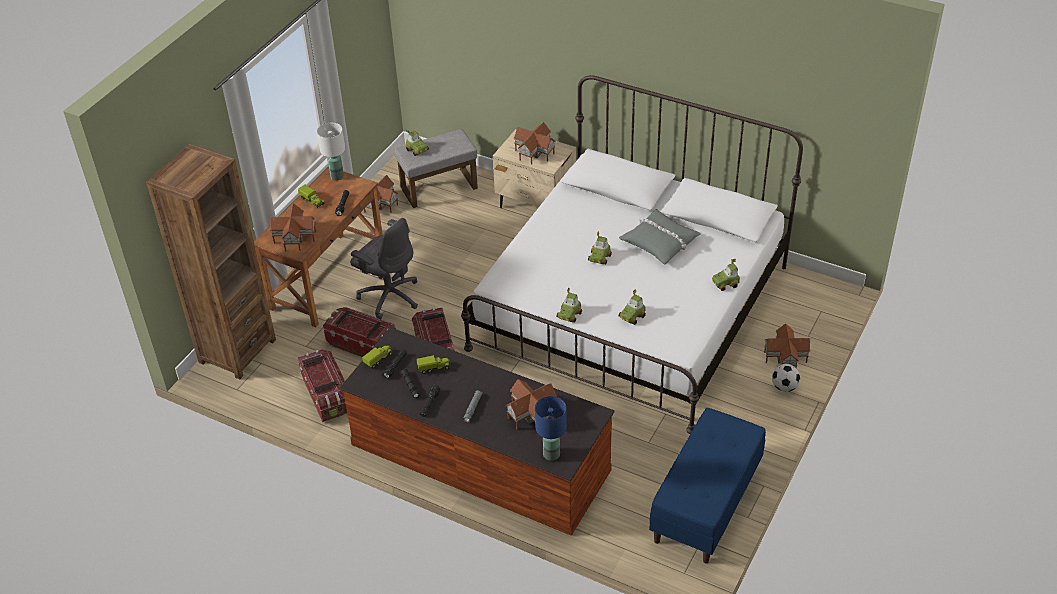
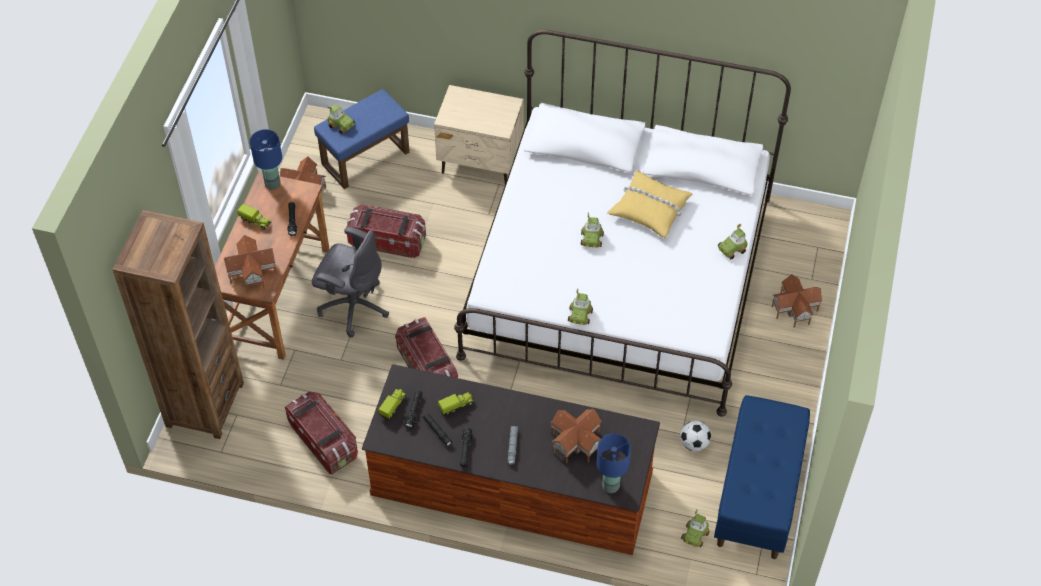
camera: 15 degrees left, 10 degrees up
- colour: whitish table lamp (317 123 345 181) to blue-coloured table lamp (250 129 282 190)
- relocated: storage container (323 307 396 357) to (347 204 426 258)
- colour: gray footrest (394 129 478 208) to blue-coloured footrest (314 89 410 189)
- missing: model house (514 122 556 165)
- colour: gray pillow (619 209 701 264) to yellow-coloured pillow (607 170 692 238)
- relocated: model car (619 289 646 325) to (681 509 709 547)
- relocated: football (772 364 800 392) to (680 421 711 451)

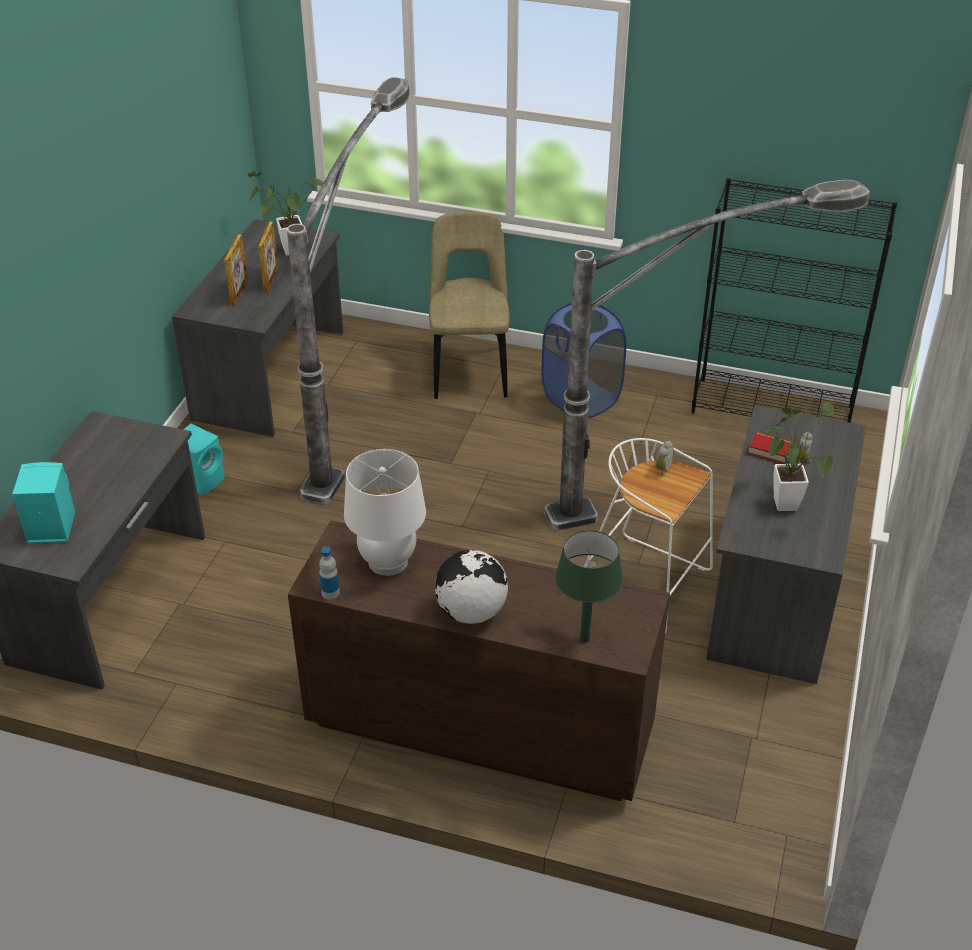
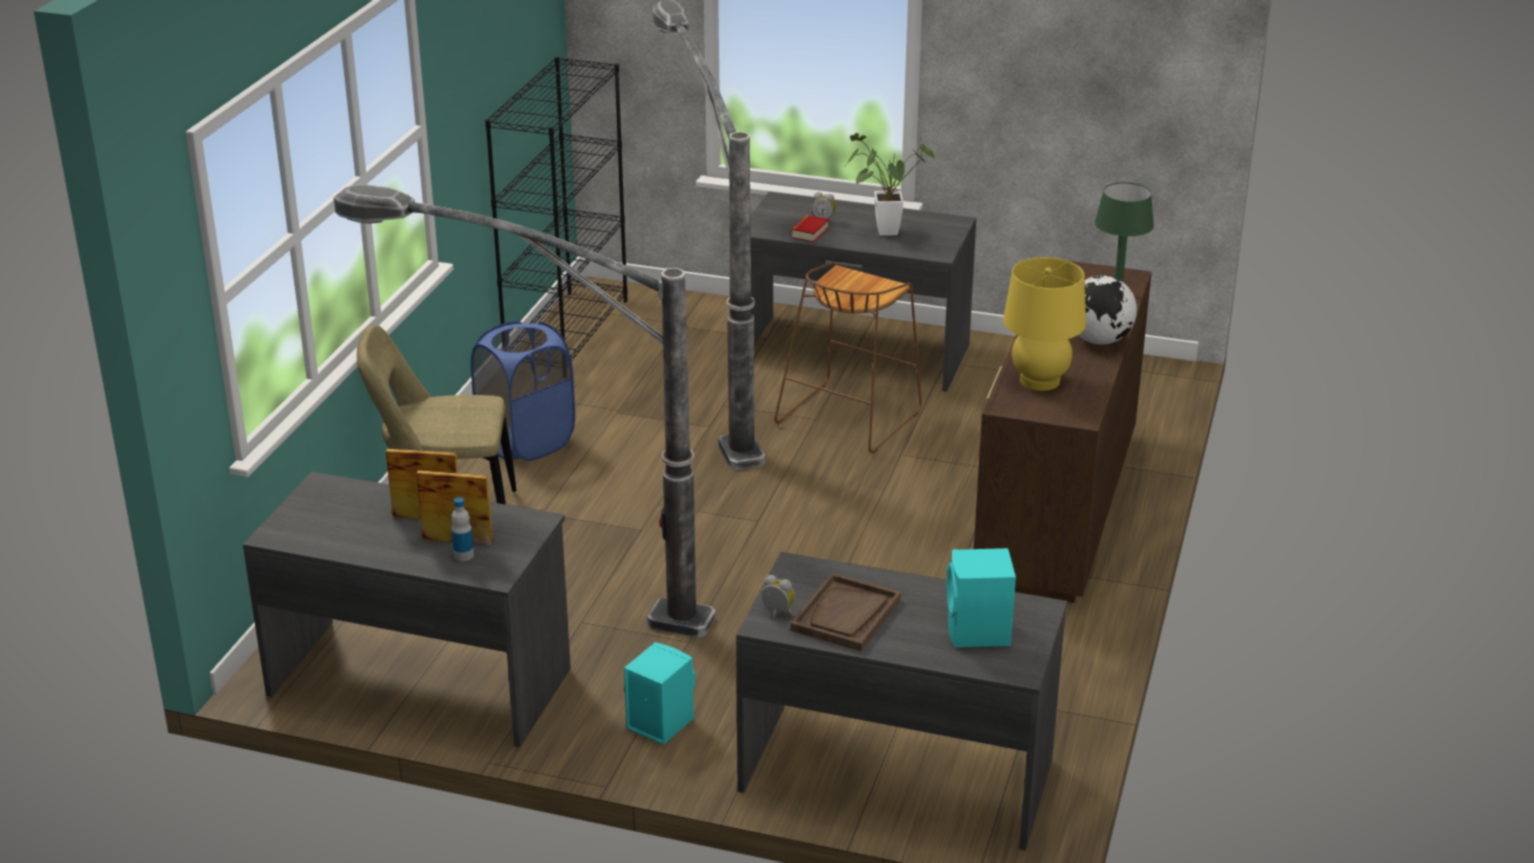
camera: 90 degrees left, 10 degrees down
- missing: potted plant (248 171 323 255)
- relocated: bottle (319 547 340 600) to (451 497 474 561)
- colour: whitish table lamp (344 449 426 576) to yellow-coloured table lamp (1003 257 1086 391)
- colour: whitish stool (584 438 713 634) to brown-coloured stool (774 262 922 453)
- relocated: alarm clock (655 441 674 476) to (761 575 795 618)
- appeared: brown-coloured serving tray (790 573 901 651)

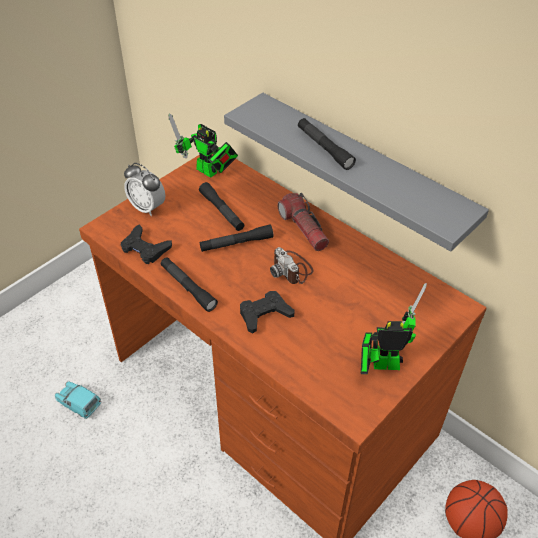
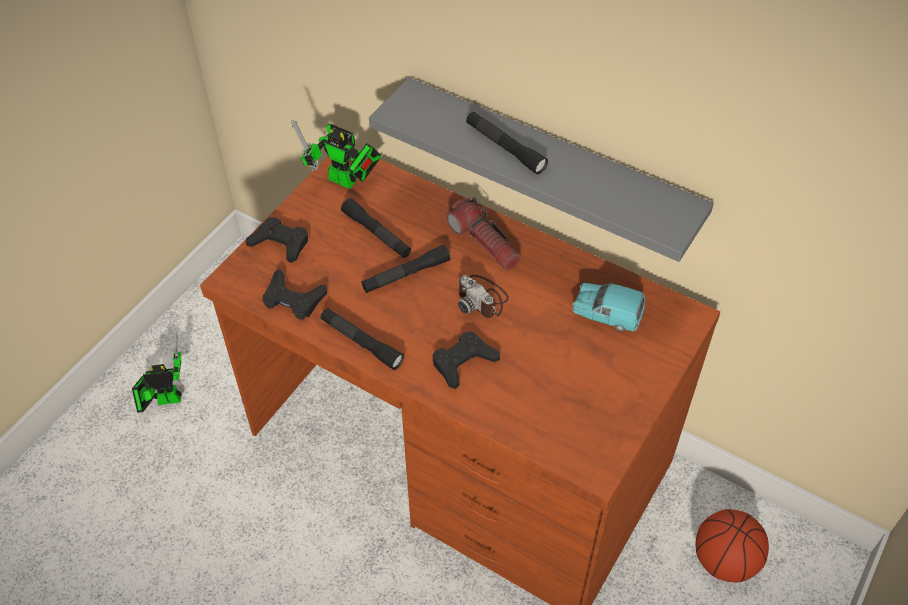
camera: 10 degrees left, 5 degrees up
- relocated: turquoise model car (55 381 101 419) to (573 283 646 332)
- exchanged: alarm clock (124 163 165 216) to black joypad (246 217 308 263)
- relocated: robot figure (361 283 427 375) to (132 330 182 413)

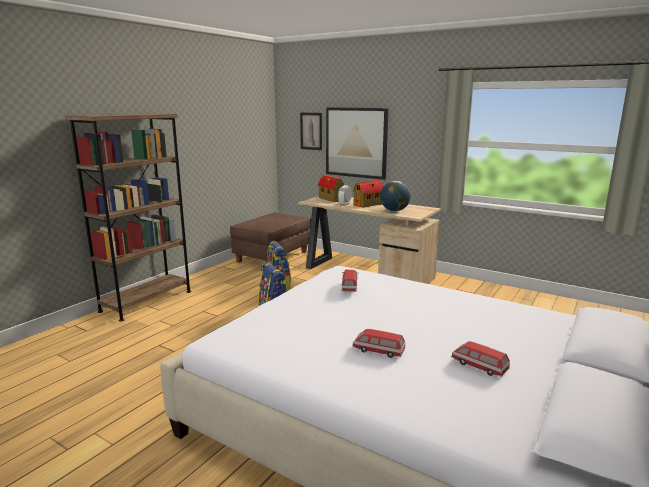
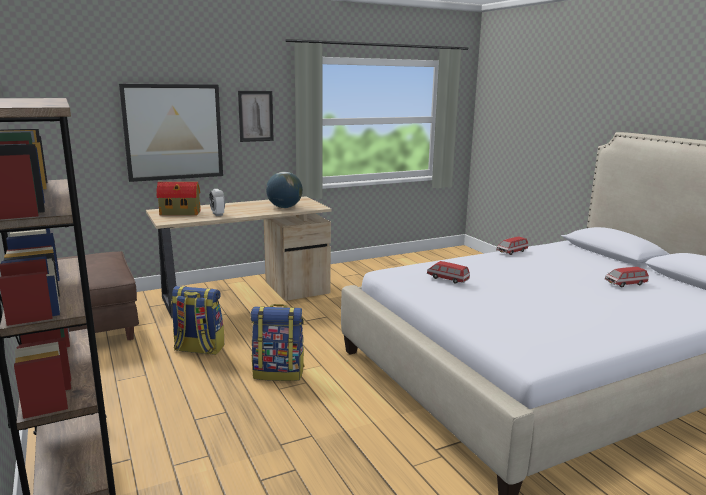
camera: 60 degrees left, 0 degrees up
- relocated: wall art (300 113 322 150) to (238 91 274 142)
- missing: model house (353 180 383 208)
- relocated: model car (353 329 405 358) to (496 236 528 255)

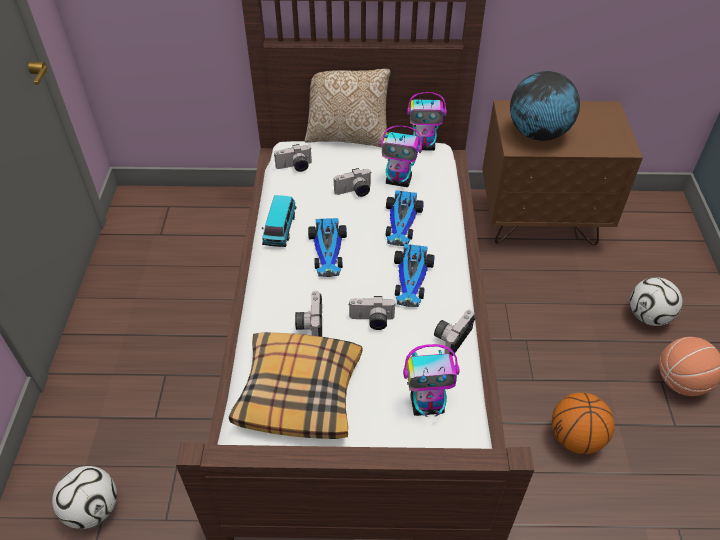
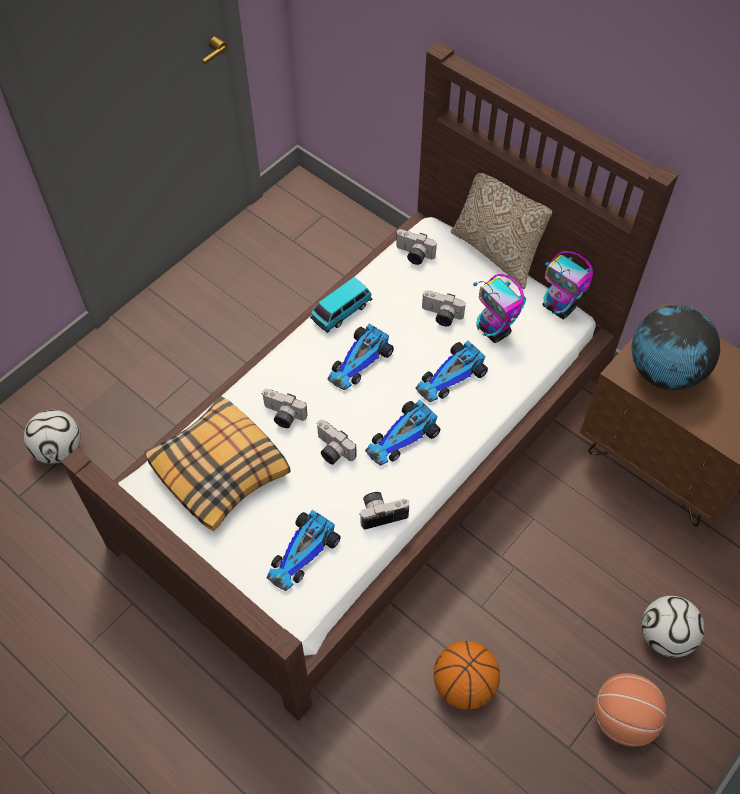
camera: 40 degrees right, 10 degrees up
- spun: still camera (295 291 322 337) = (261 389 307 428) 105 degrees counterclockwise
- exchanged: robot figure (403 344 460 417) to model car (266 510 340 591)

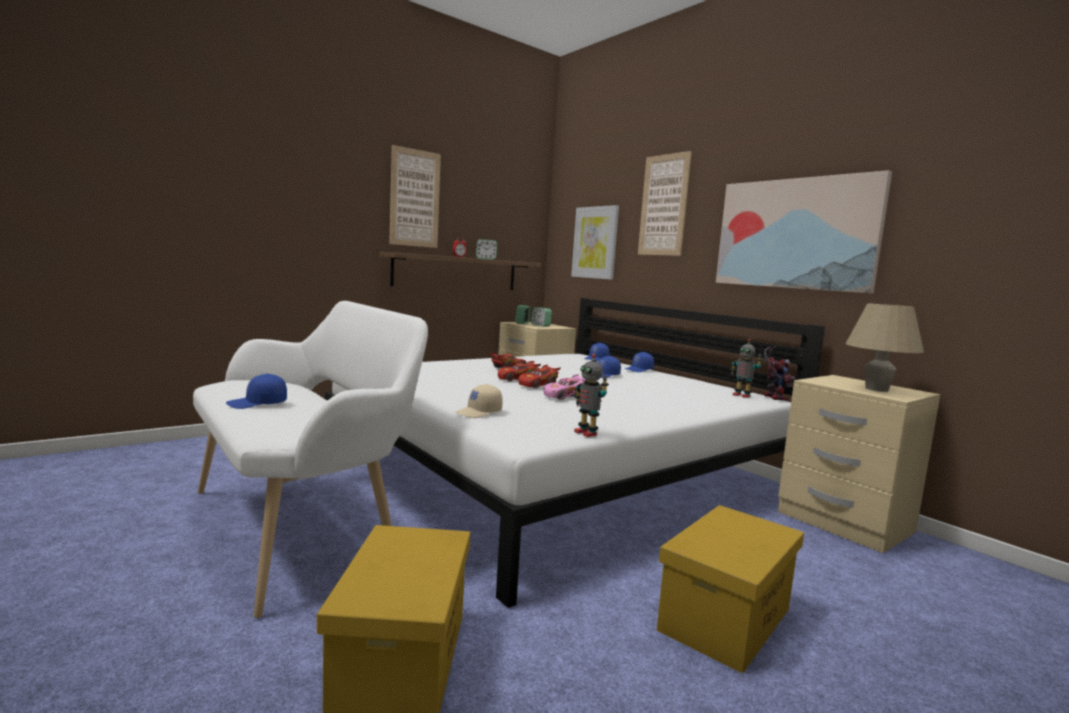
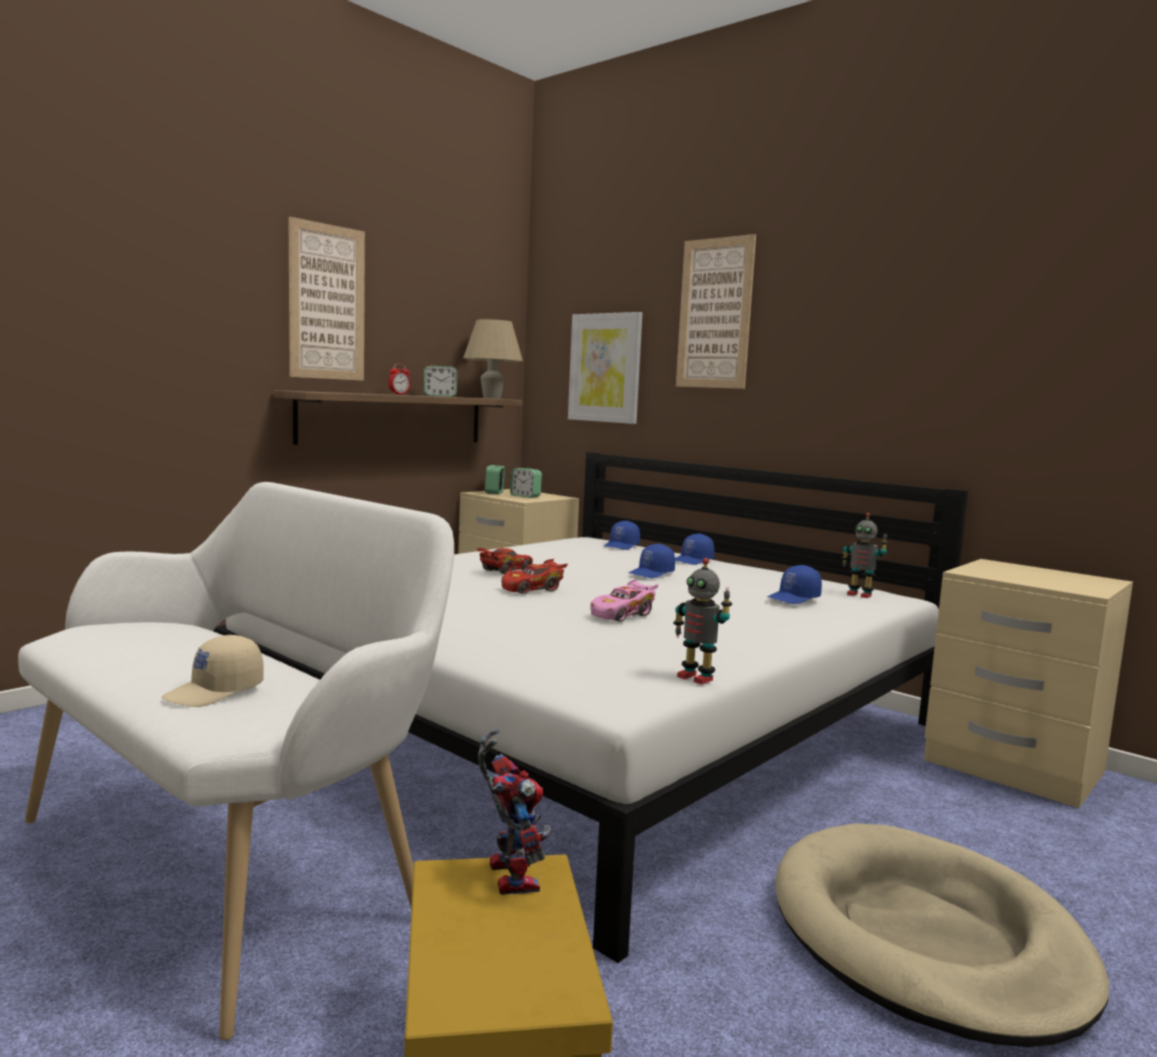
camera: 10 degrees left, 0 degrees up
- relocated: blue-coloured baseball cap (226 374 287 409) to (768 565 822 604)
- relocated: beige baseball cap (455 384 503 418) to (162 635 264 707)
- missing: red model car (519 365 561 388)
- exchanged: yellow-coloured storage container (657 505 804 673) to beige dog bed (775 823 1109 1047)
- missing: wall art (716 170 892 293)
- relocated: robot figure (764 346 795 401) to (478 729 552 895)
- relocated: beige table lamp (845 303 924 392) to (463 319 523 399)

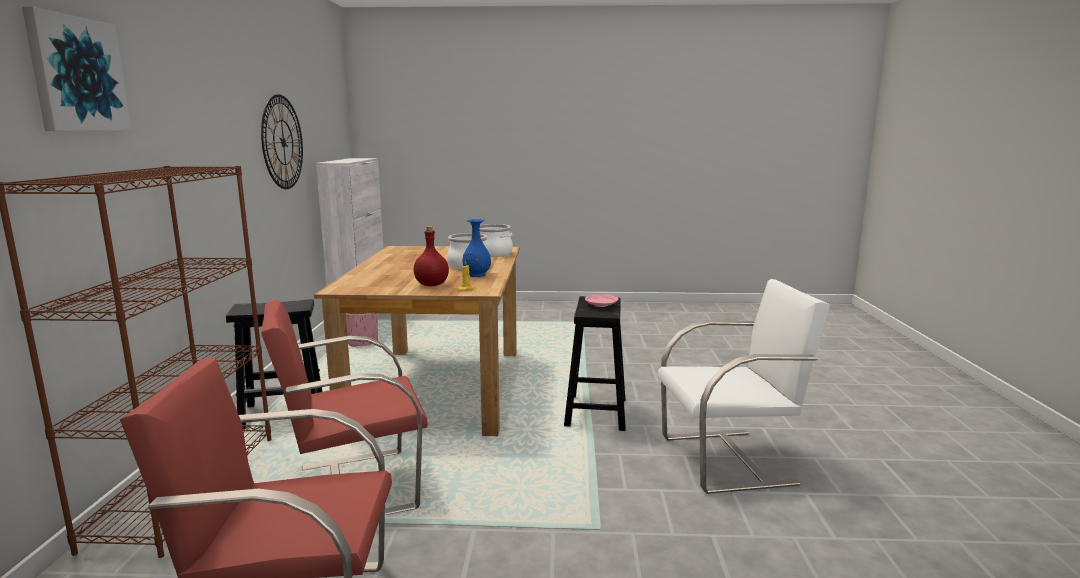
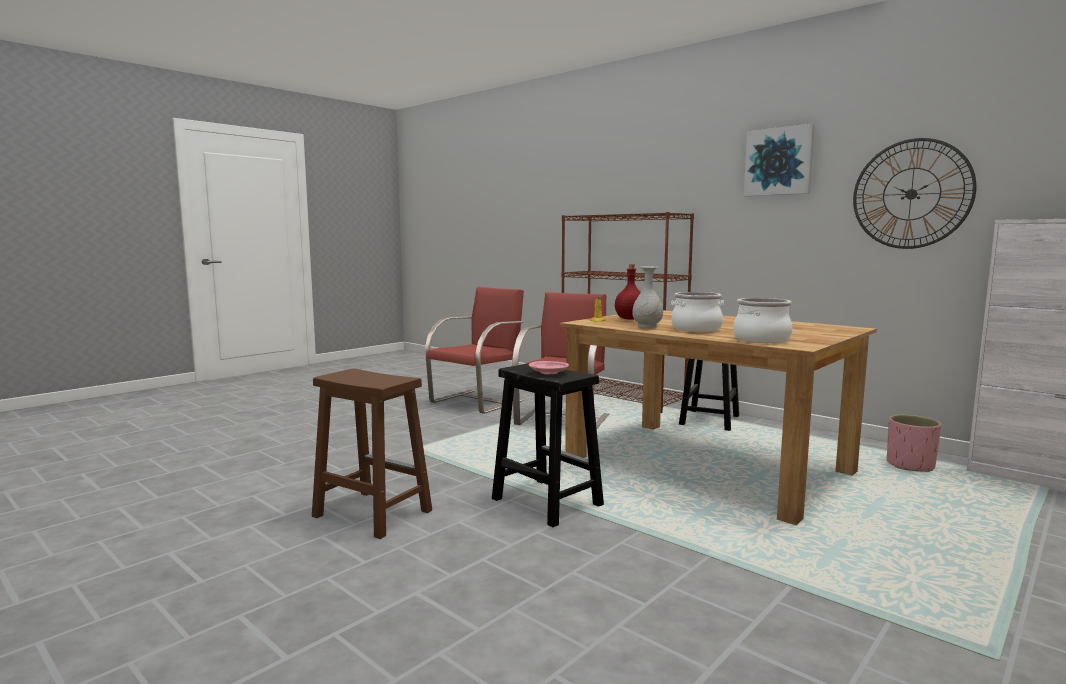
camera: 130 degrees right, 5 degrees down
- relocated: wall art (22 7 131 131) to (744 124 815 196)
- colour: blue-coloured flower vase (463 219 491 277) to whitish flower vase (632 267 663 328)
- exchanged: whitish chair (658 279 830 494) to brown-coloured stool (312 368 432 539)

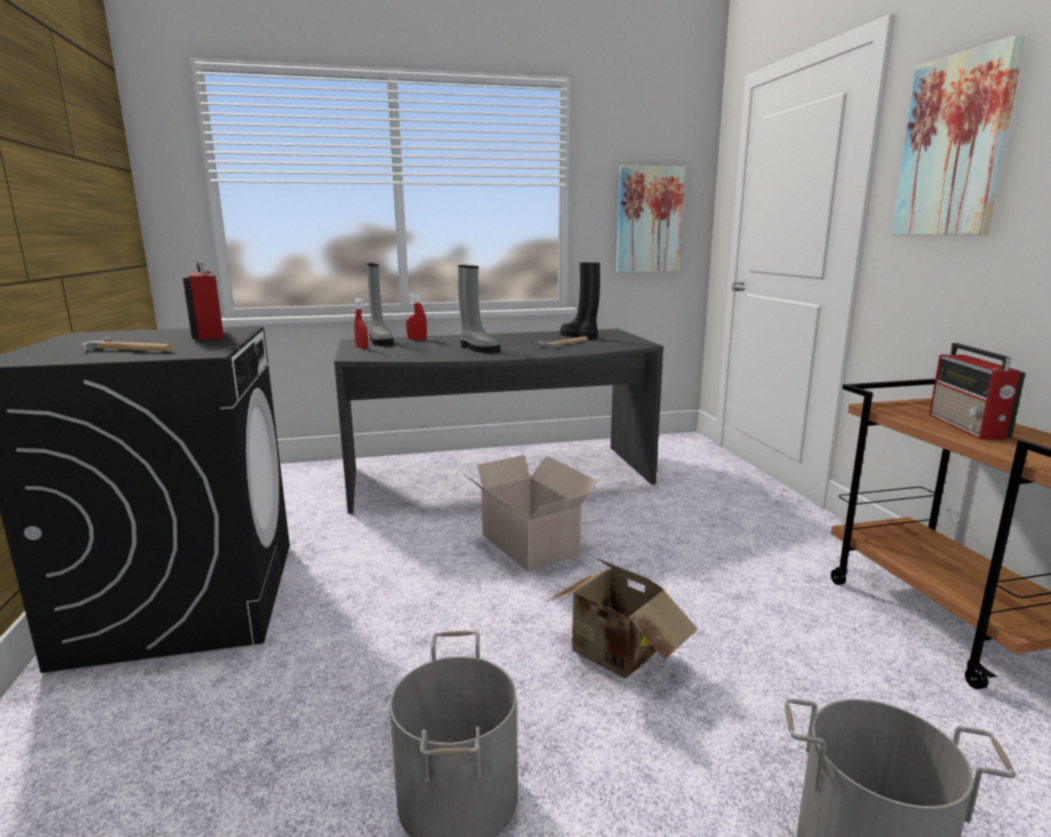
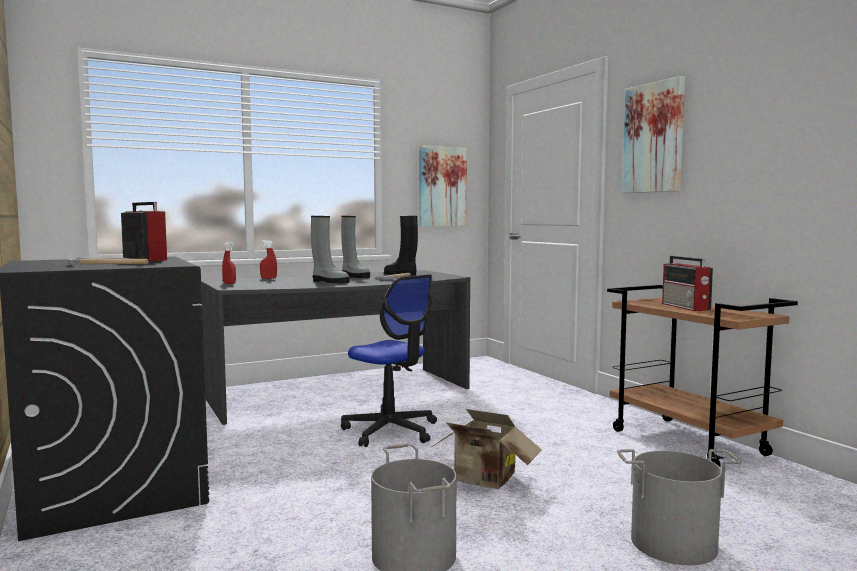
camera: 15 degrees left, 10 degrees down
- relocated: gray high-top boot (367 263 394 346) to (341 216 370 278)
- exchanged: carton (464 455 598 571) to desk chair (341 274 437 447)

